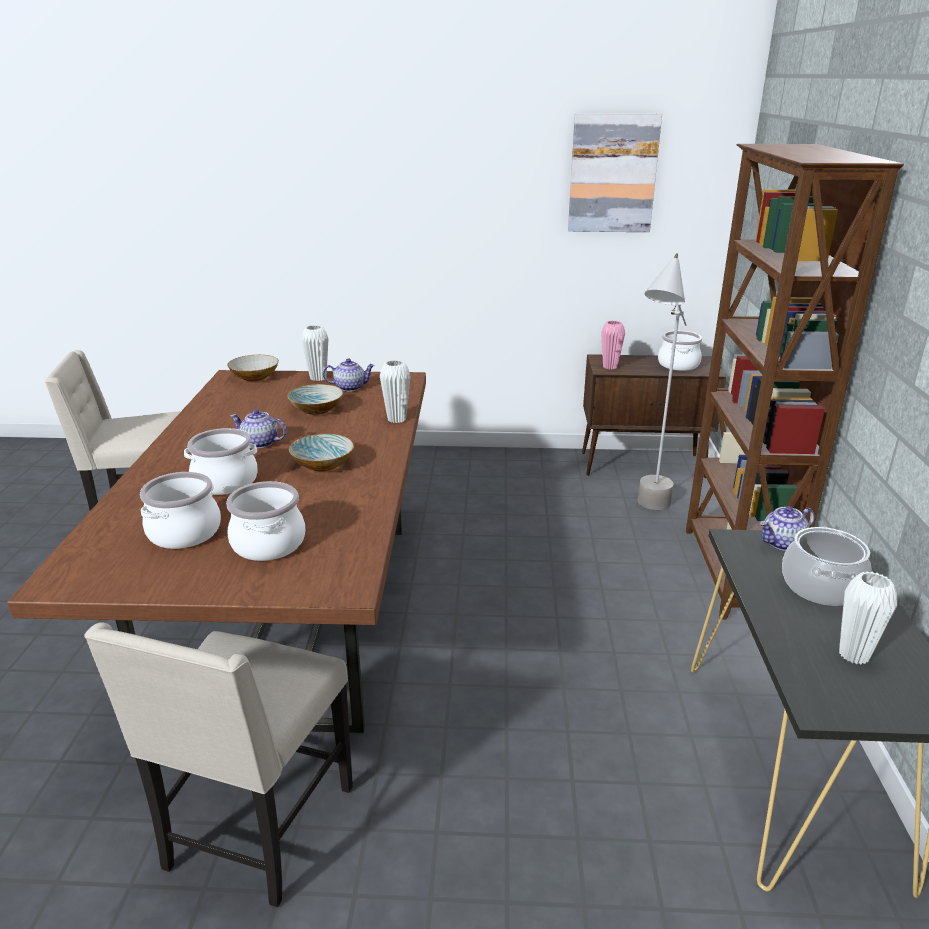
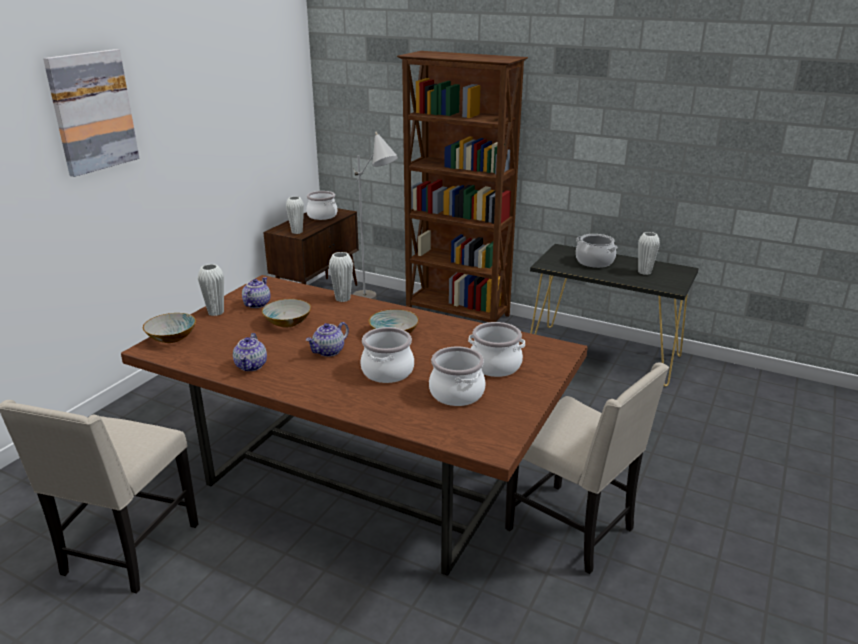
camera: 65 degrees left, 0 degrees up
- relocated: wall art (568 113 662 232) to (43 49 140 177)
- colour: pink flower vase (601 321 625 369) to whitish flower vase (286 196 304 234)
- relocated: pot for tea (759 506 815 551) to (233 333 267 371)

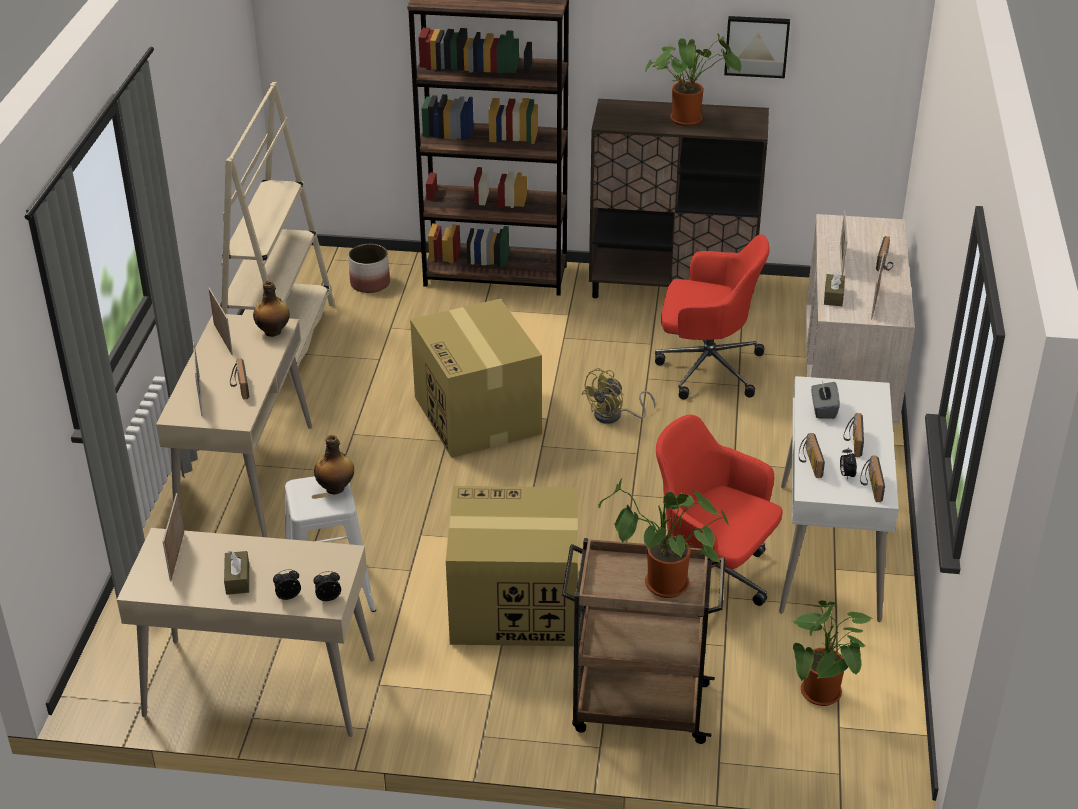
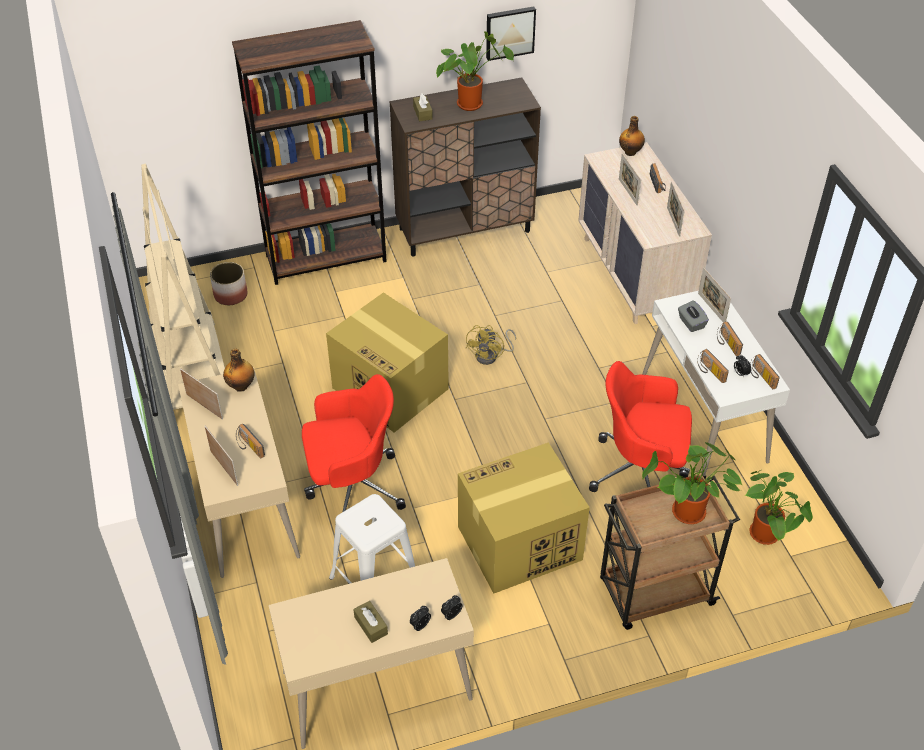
camera: 25 degrees left, 10 degrees up
- relocated: standing frame (162 493 184 581) to (698 268 731 322)
- relocated: bottle (314 435 354 495) to (619 116 645 156)
- relocated: red desk chair (655 235 770 400) to (302 374 406 512)
- relocated: brown-coloured tissue box (824 270 845 306) to (413 94 433 121)

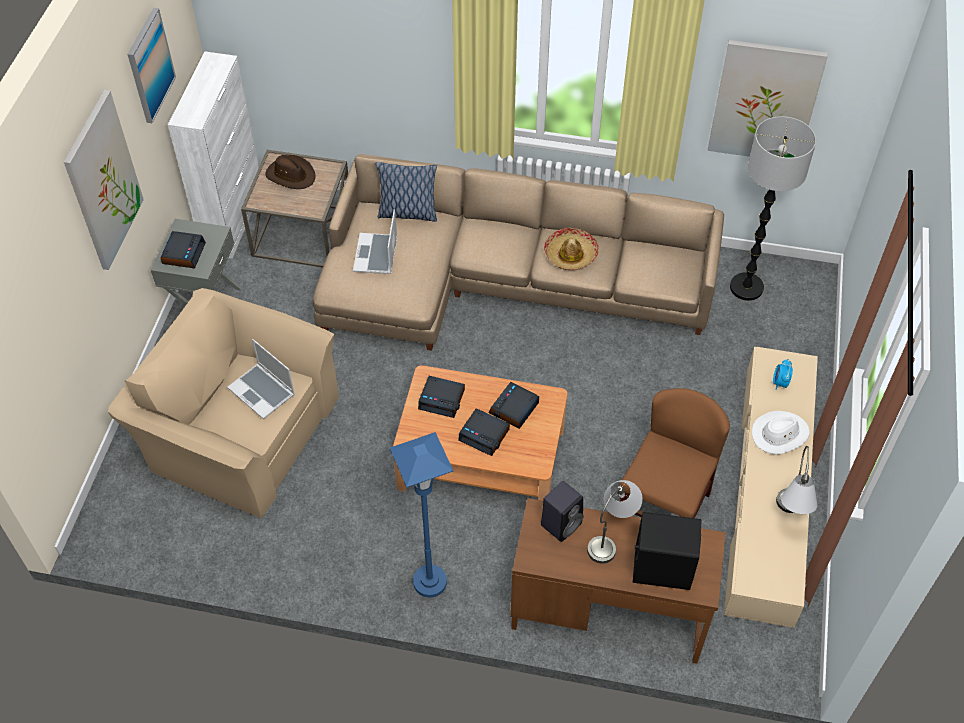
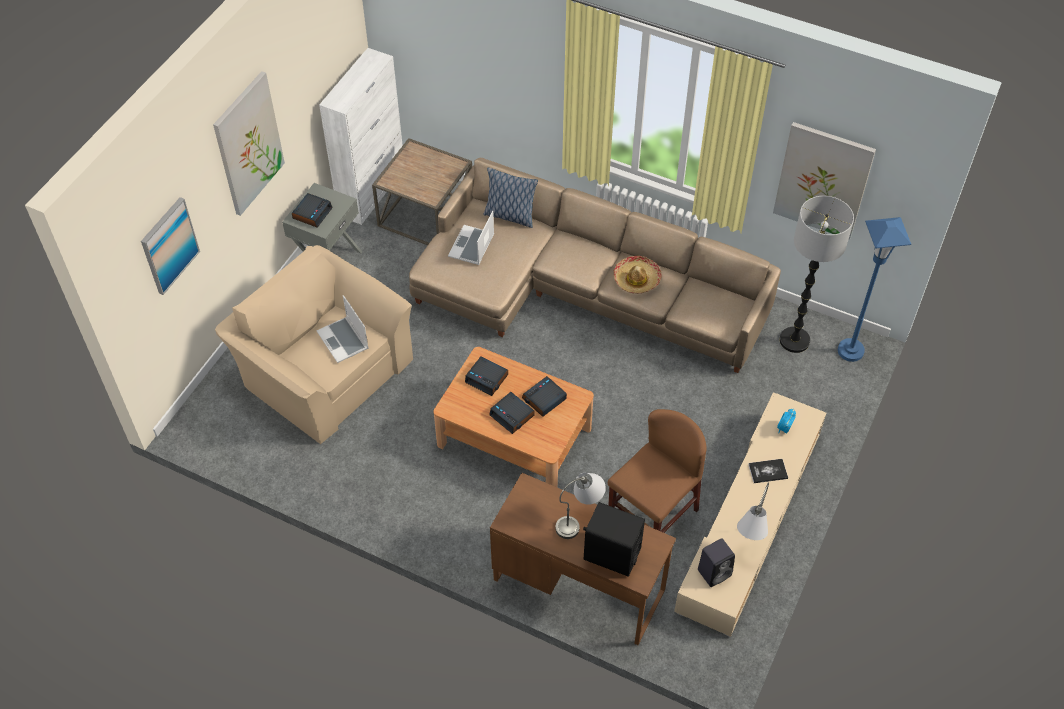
camera: 15 degrees right, 0 degrees up
- relocated: wall art (127 8 176 123) to (141 197 200 295)
- missing: brown-coloured wearable hat (266 155 316 189)
- relocated: blue-coloured floor lamp (390 432 453 598) to (838 217 911 362)
- relocated: black speaker (541 481 584 542) to (698 538 735 587)
- exchanged: whitish wearable hat (752 410 810 454) to volume (748 459 788 483)

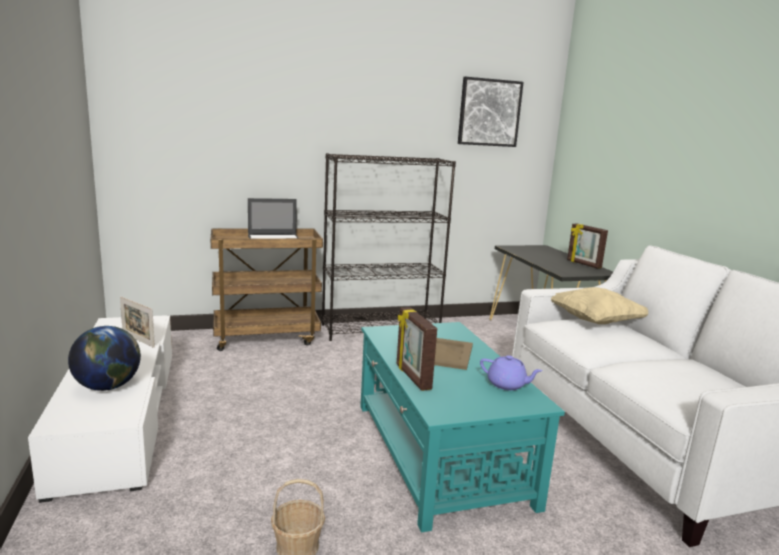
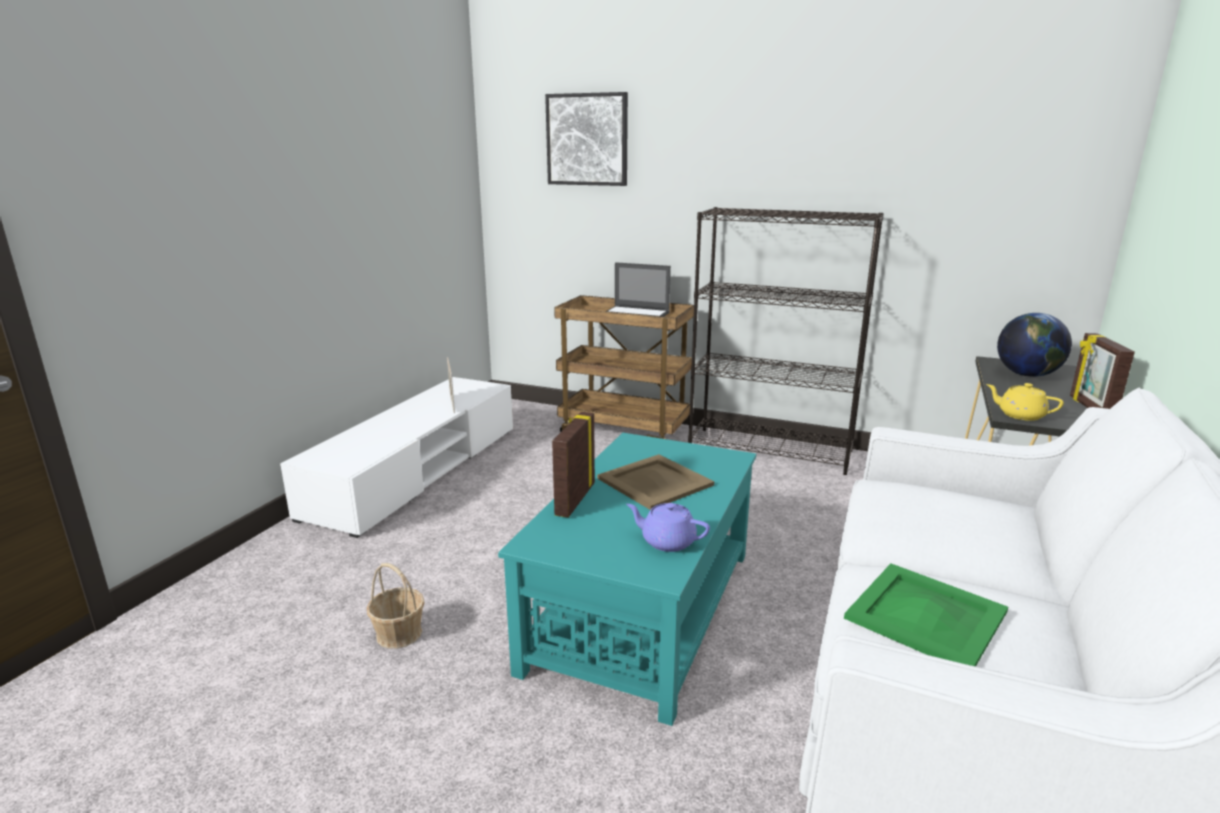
camera: 40 degrees right, 5 degrees up
- relocated: world globe (68 326 141 391) to (997 313 1072 377)
- relocated: wall art (458 77 524 147) to (545 92 628 186)
- spun: purplish pot for tea (480 355 543 390) = (626 503 710 552) 135 degrees clockwise
- missing: beige pillow (551 287 648 324)
- appeared: green serving tray (844 563 1008 667)
- appeared: yellow-coloured pot for tea (986 383 1064 421)

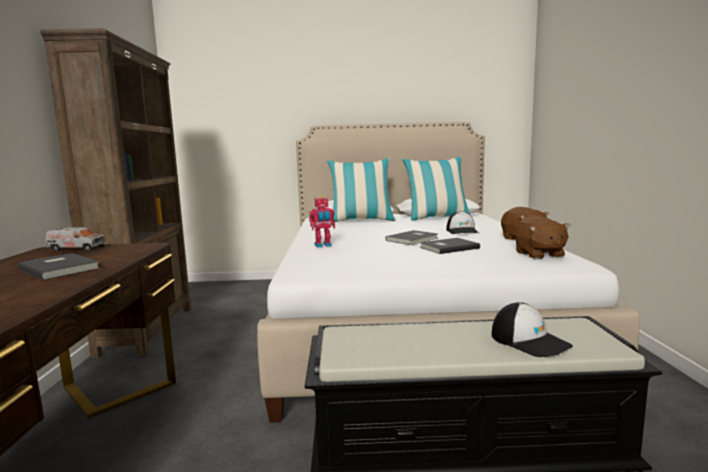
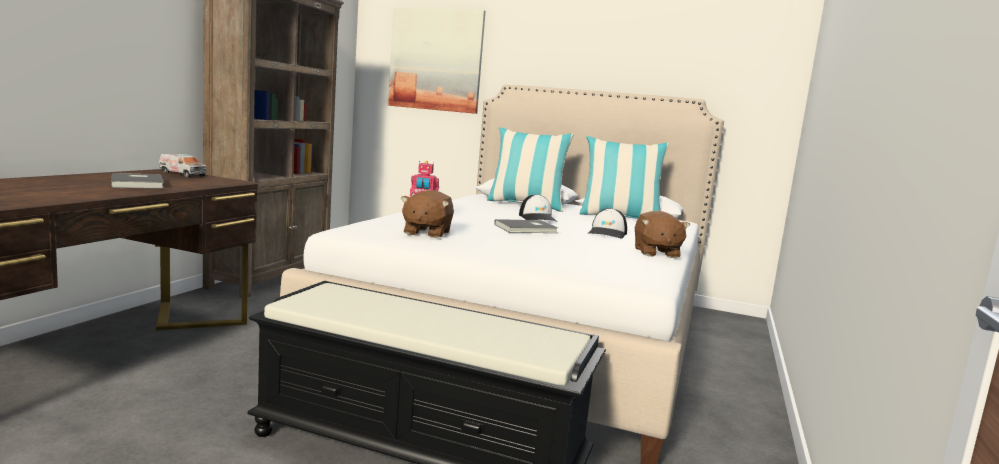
camera: 20 degrees right, 0 degrees up
- missing: gray volume (419 238 480 254)
- relocated: baseball cap (492 302 573 357) to (519 194 556 221)
- relocated: brown-coloured cuddly toy (514 216 571 259) to (401 190 454 238)
- appeared: wall art (388 7 486 114)

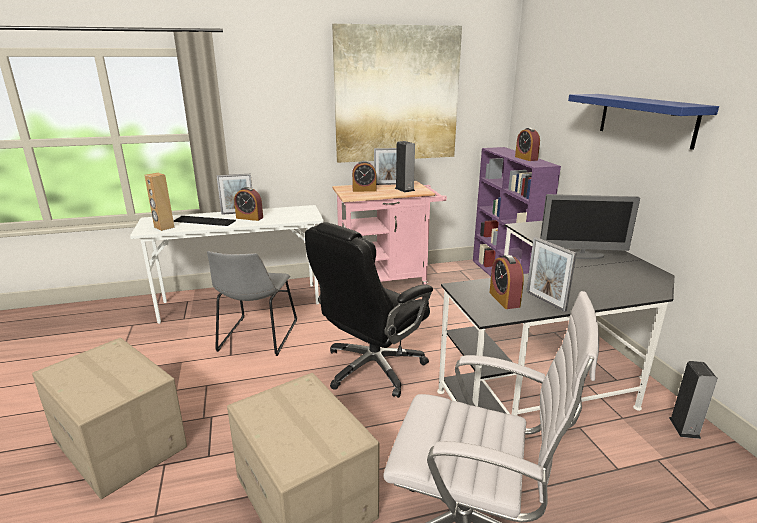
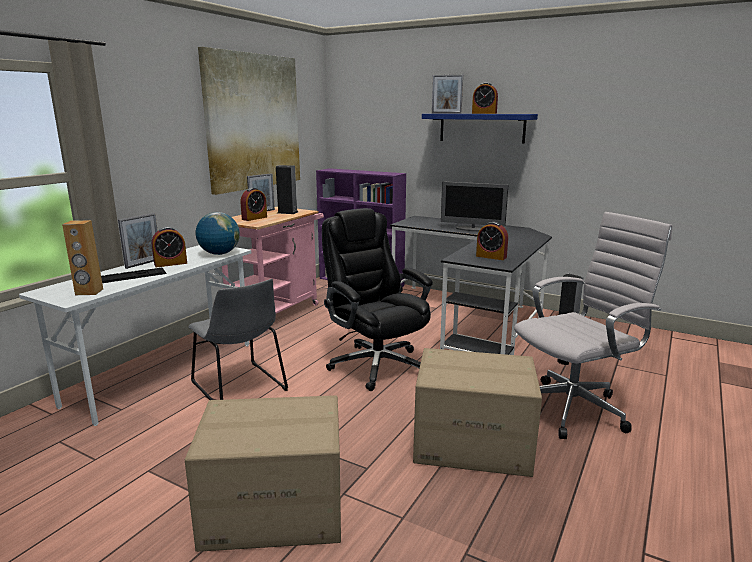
camera: 45 degrees left, 5 degrees down
- spun: black desk chair (305 222 433 398) = (322 208 433 391) 150 degrees clockwise
- relocated: alarm clock (515 128 540 161) to (472 83 498 114)
- relocated: standing frame (526 237 577 312) to (432 75 463 114)
- spun: monitor (540 194 640 259) = (441 182 508 232) 60 degrees clockwise
- appeared: world globe (196 212 240 255)

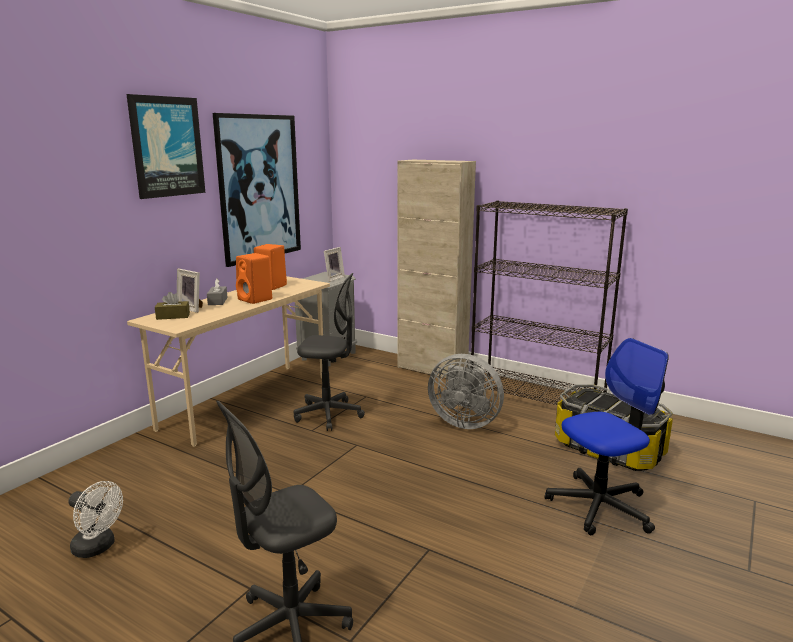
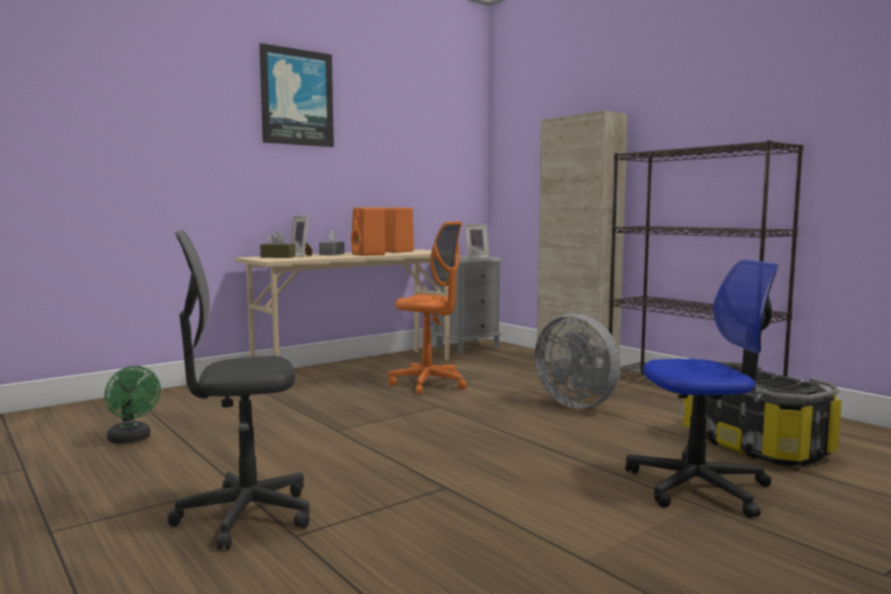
camera: 20 degrees right, 10 degrees down
- colour: whitish cooling fan (69 481 123 558) to green cooling fan (104 366 161 444)
- missing: wall art (213 113 301 267)
- colour: gray desk chair (294 273 365 431) to orange desk chair (388 221 466 395)

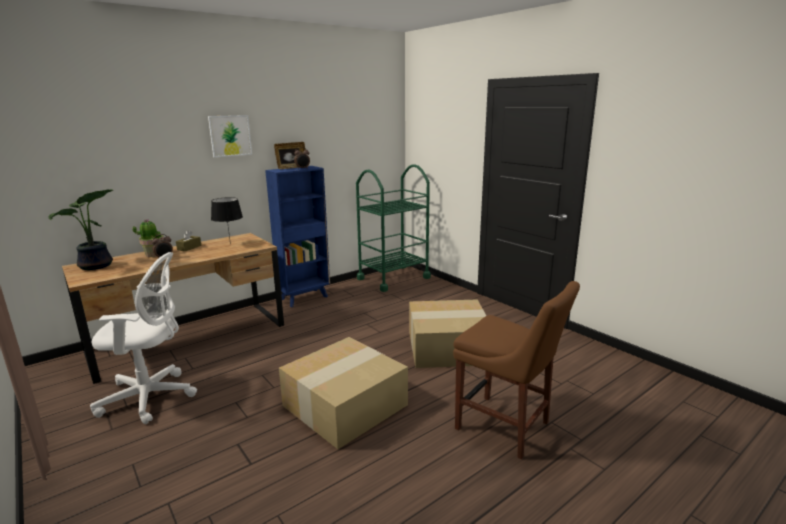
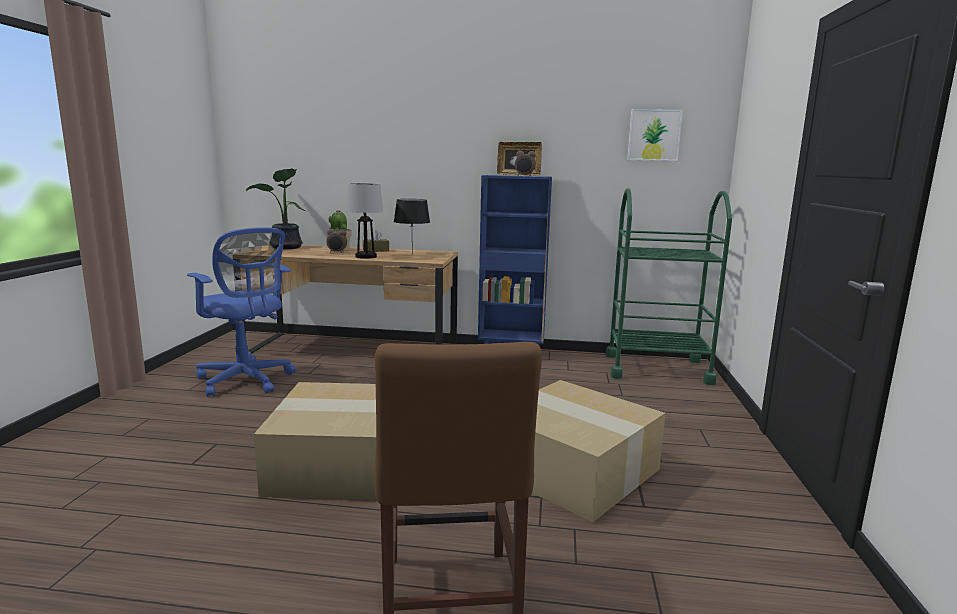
camera: 45 degrees right, 5 degrees down
- colour: whitish desk chair (90 252 197 424) to blue-coloured desk chair (187 227 296 397)
- relocated: wall art (208 115 252 157) to (627 109 683 161)
- appeared: table lamp (347 183 383 259)

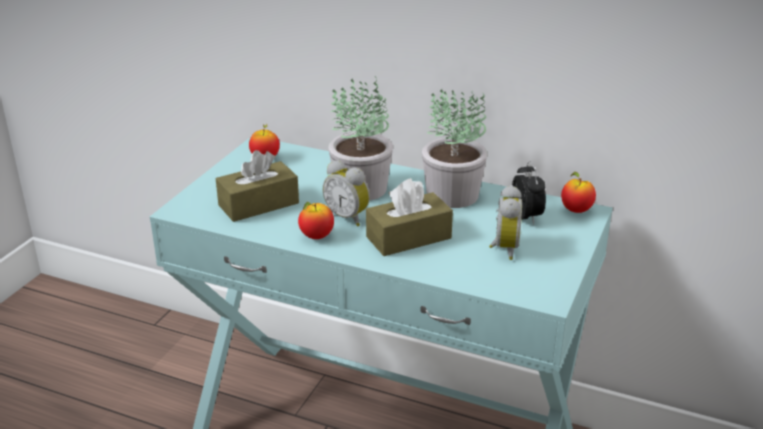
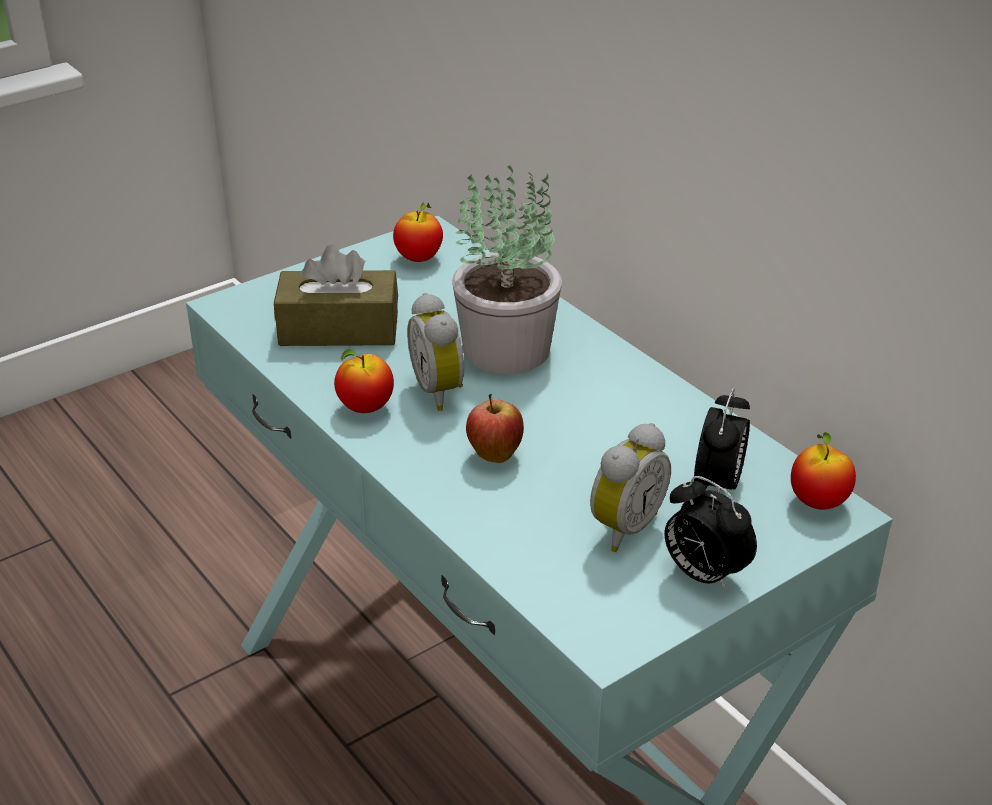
camera: 30 degrees right, 5 degrees up
- exchanged: brown-coloured tissue box (366 178 453 256) to apple (466 394 524 463)
- missing: potted plant (422 89 487 208)
- appeared: alarm clock (665 476 757 592)

